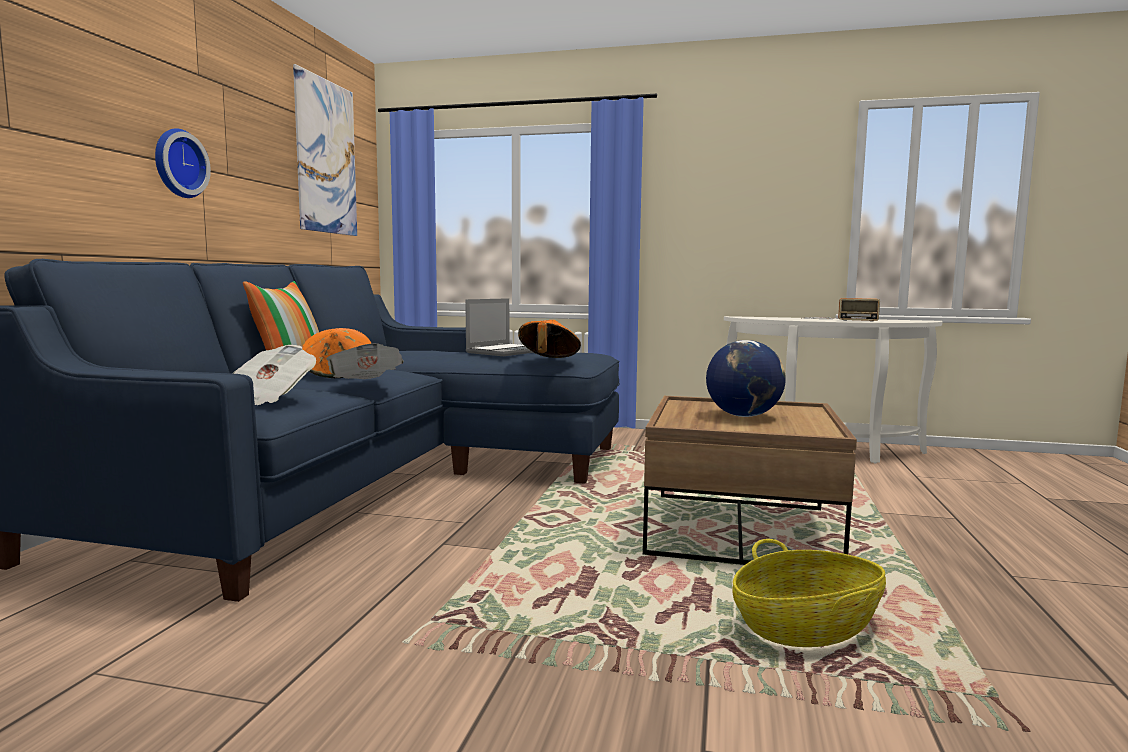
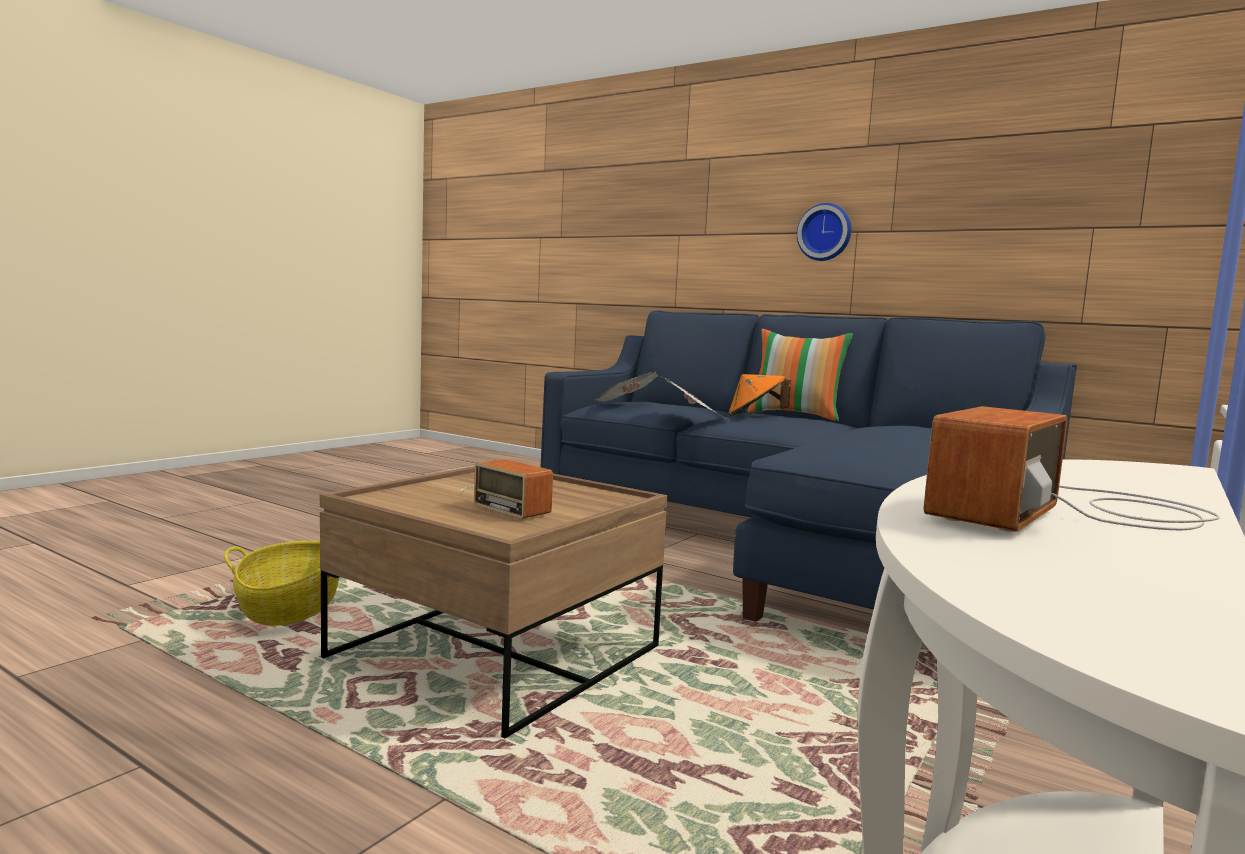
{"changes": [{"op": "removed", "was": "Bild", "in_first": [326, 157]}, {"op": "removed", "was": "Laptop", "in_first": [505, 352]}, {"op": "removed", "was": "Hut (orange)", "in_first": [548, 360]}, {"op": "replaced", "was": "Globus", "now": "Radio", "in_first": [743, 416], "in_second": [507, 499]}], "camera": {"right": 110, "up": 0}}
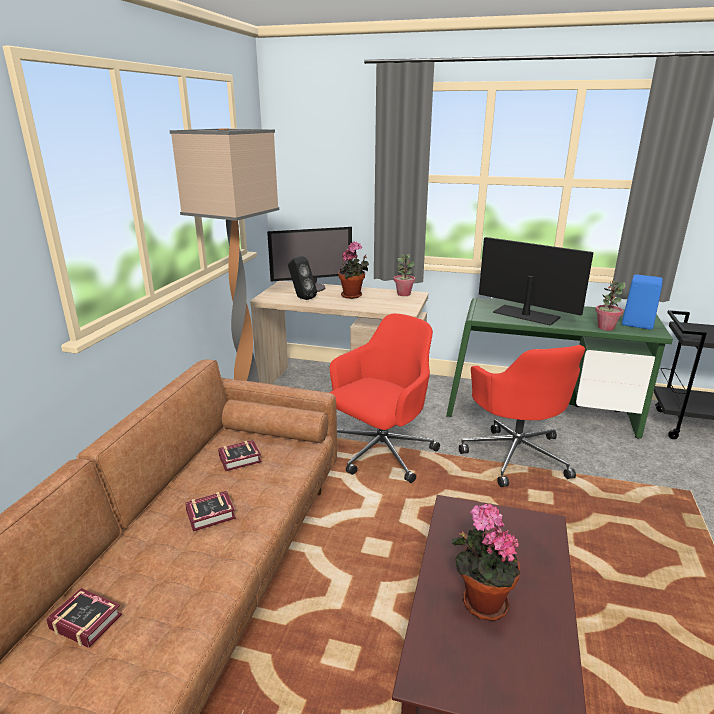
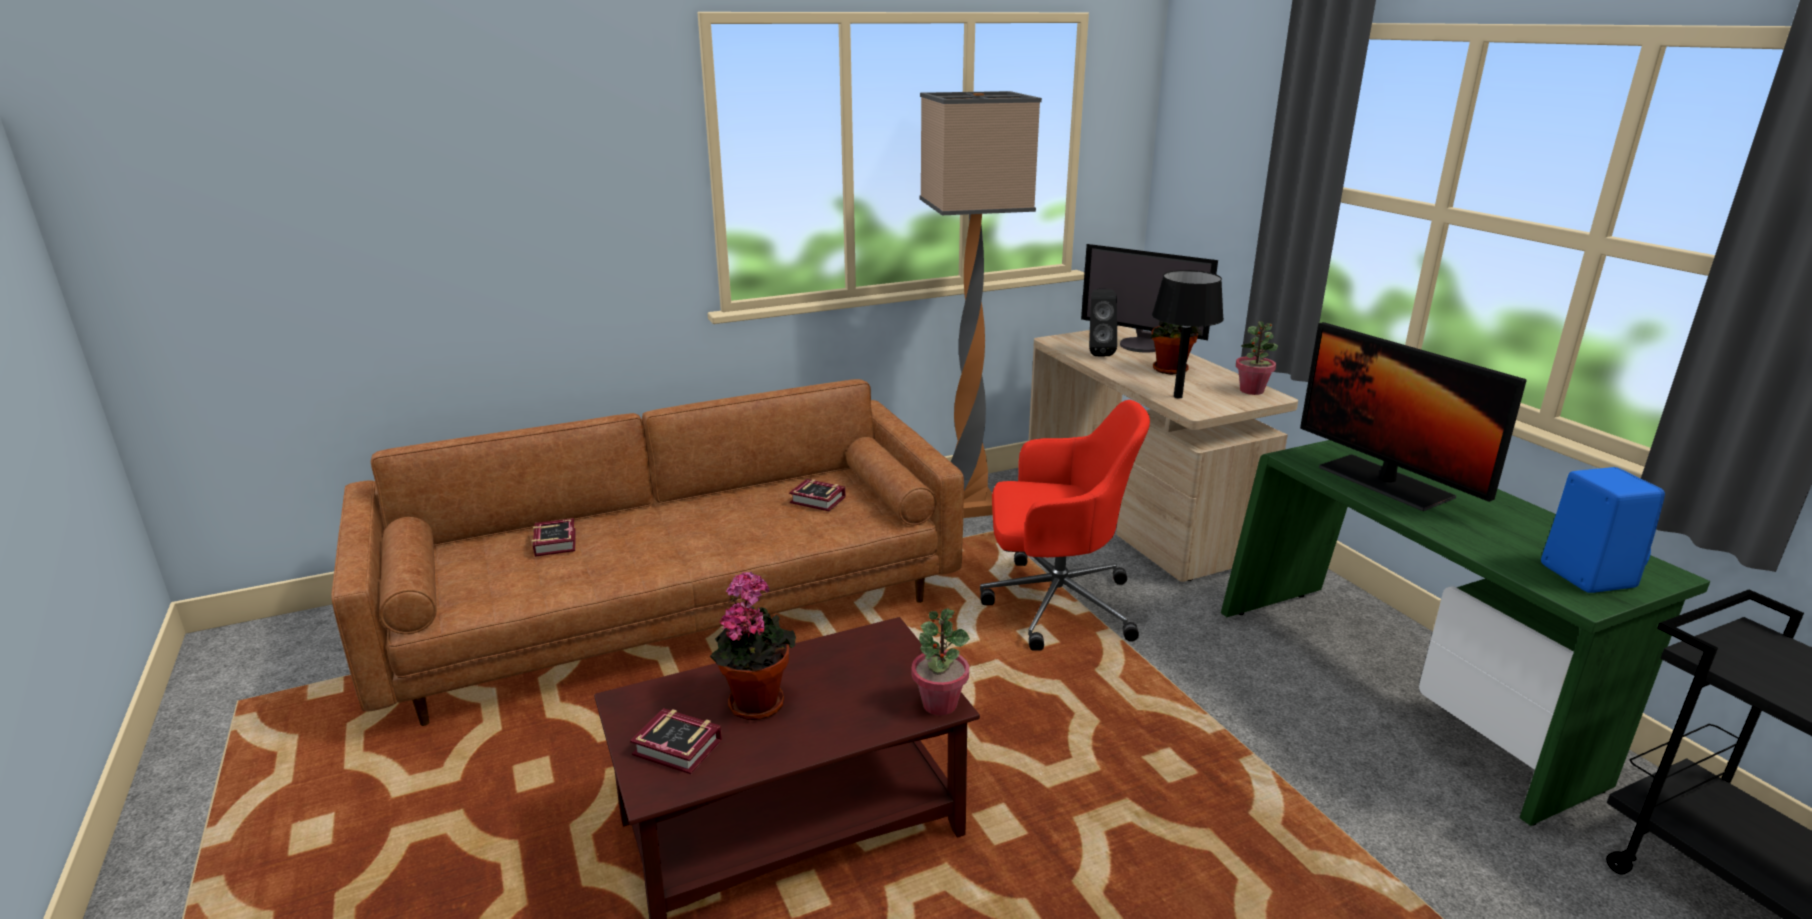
{"changes": [{"op": "moved", "was": "Buch", "in_first": [213, 515], "in_second": [679, 750]}, {"op": "removed", "was": "Bürostuhl (rot)", "in_first": [515, 455]}, {"op": "turned", "was": "Monitor", "in_first": [526, 315], "in_second": [1384, 482], "clockwise": 150}, {"op": "moved", "was": "Topfpflanze", "in_first": [605, 327], "in_second": [939, 704]}, {"op": "added", "now": "Tischlampe (schwarz)", "in_second": [1178, 397]}], "camera": {"right": 50, "up": 0}}
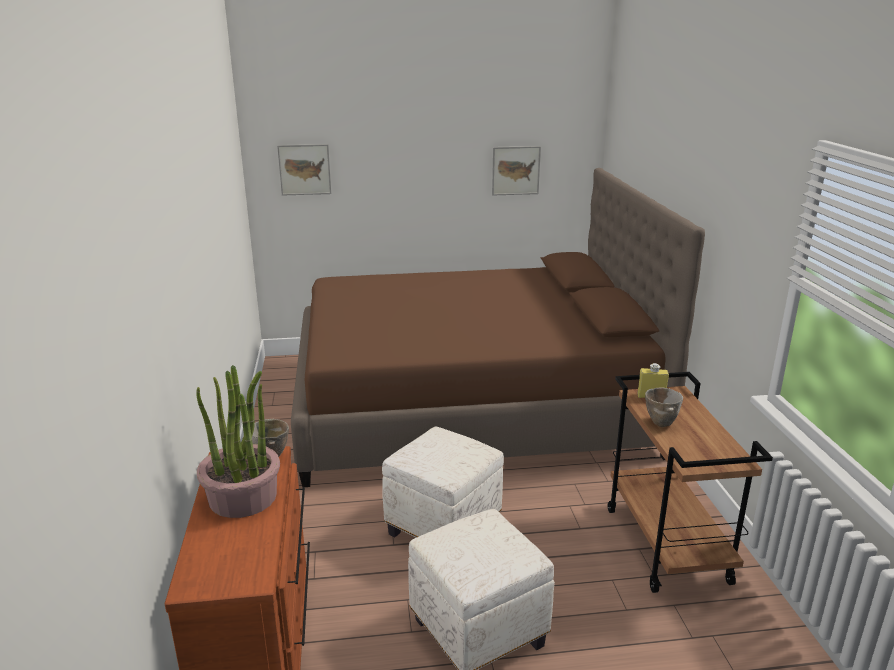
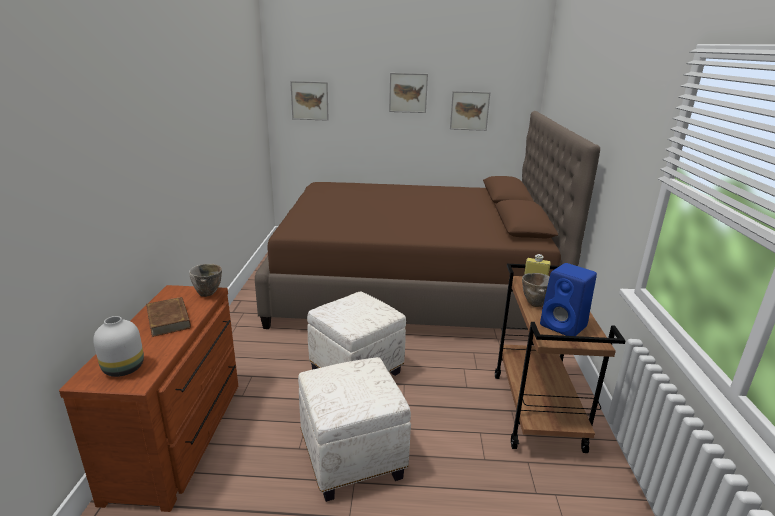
{"changes": [{"op": "replaced", "was": "Topfpflanze", "now": "Buch (braun)", "in_first": [243, 497], "in_second": [169, 319]}, {"op": "added", "now": "Vase (weiß)", "in_second": [122, 369]}, {"op": "added", "now": "Bild", "in_second": [408, 93]}, {"op": "added", "now": "Lautsprecher (blau)", "in_second": [564, 326]}], "camera": {"right": 10, "up": 0}}
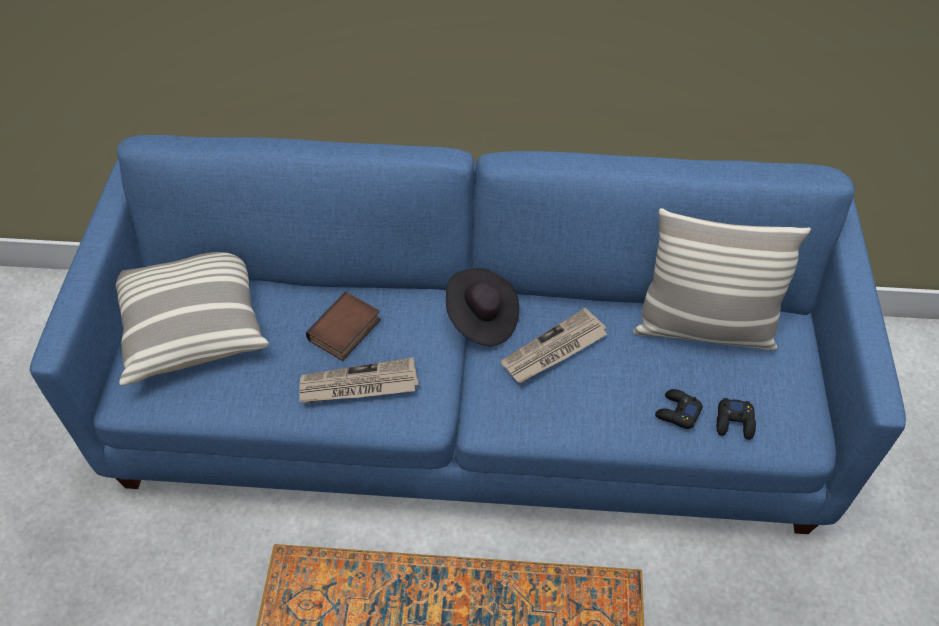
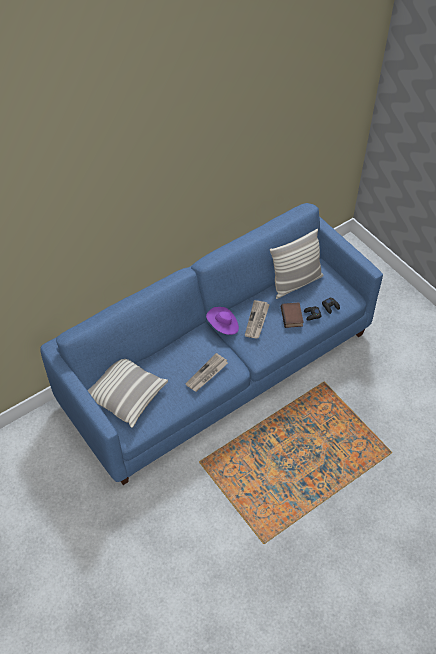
{"changes": [{"op": "moved", "was": "Buch", "in_first": [345, 331], "in_second": [292, 317]}, {"op": "recoloured", "was": "Hut (schwarz)", "now": "Hut (lila)", "in_first": [481, 318], "in_second": [223, 326]}], "camera": {"right": -40, "up": 0}}
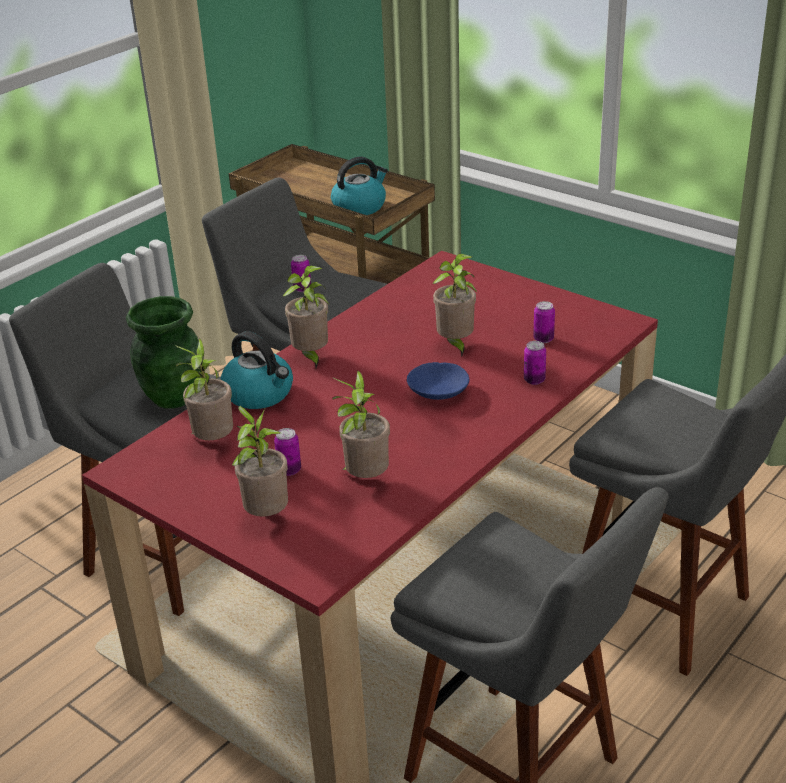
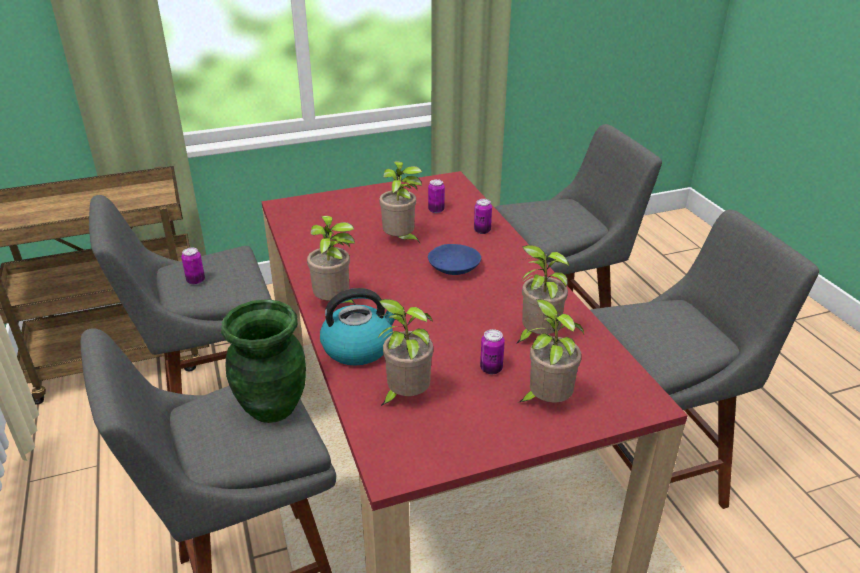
{"changes": [{"op": "removed", "was": "Wasserkessel", "in_first": [360, 206]}], "camera": {"right": -60, "up": 0}}
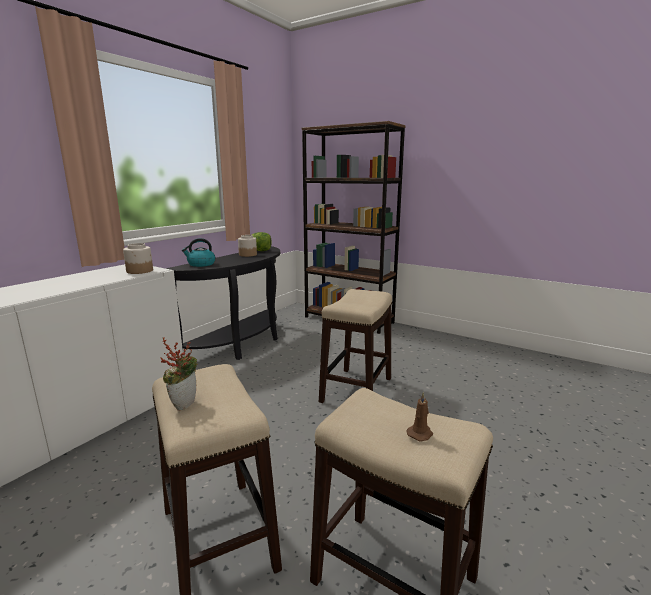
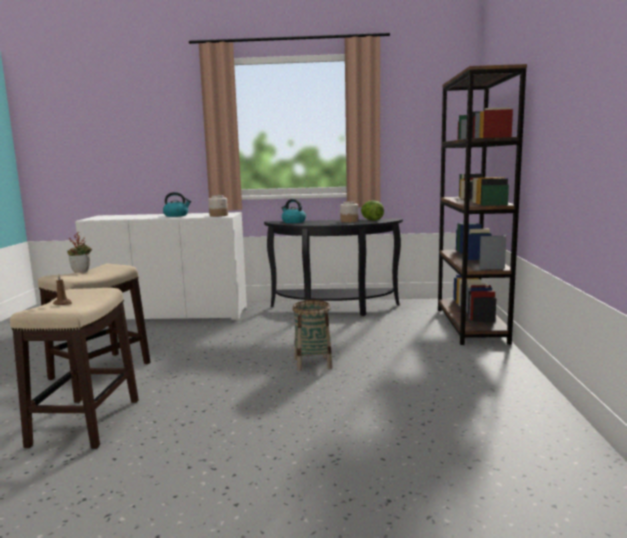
{"changes": [{"op": "replaced", "was": "Hocker", "now": "Korb", "in_first": [357, 389], "in_second": [313, 363]}, {"op": "added", "now": "Wasserkessel", "in_second": [176, 215]}], "camera": {"right": 60, "up": -5}}
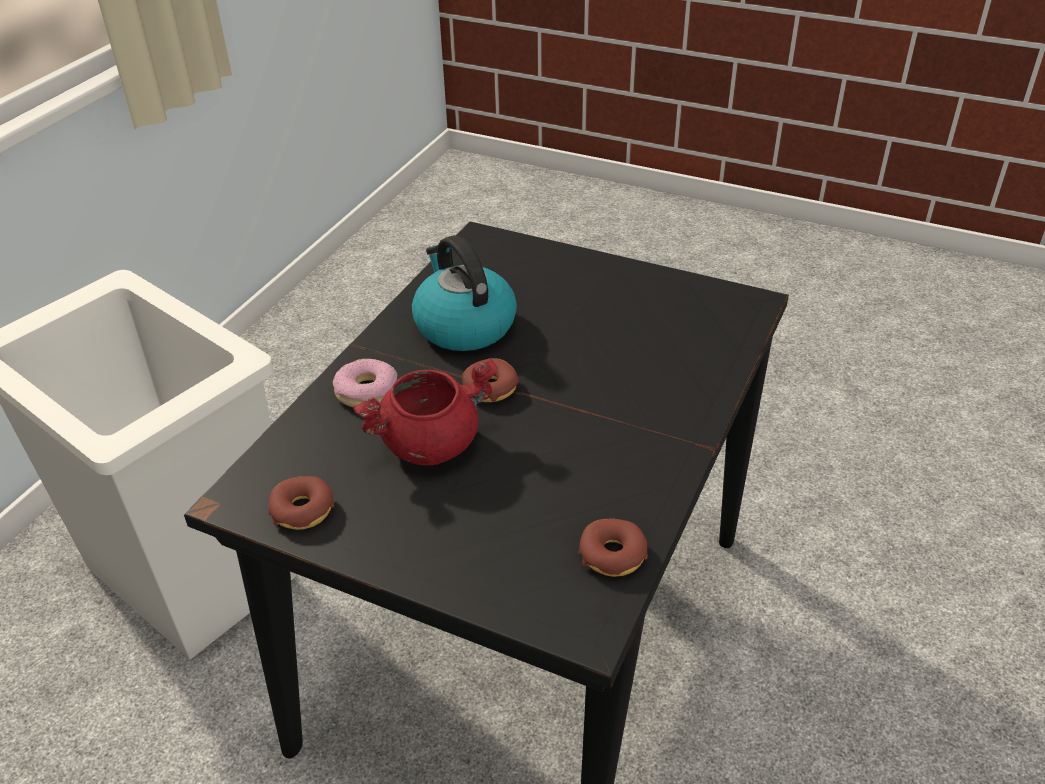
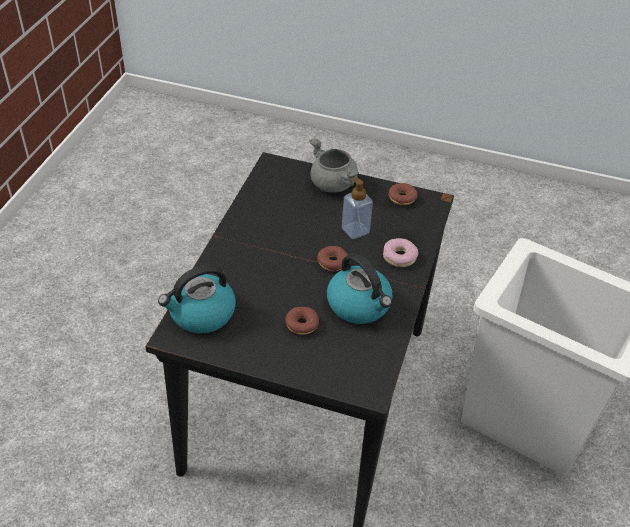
{"changes": [{"op": "replaced", "was": "Kochtopf (rot)", "now": "Seifenspender", "in_first": [430, 443], "in_second": [355, 230]}, {"op": "moved", "was": "Donut", "in_first": [613, 555], "in_second": [302, 324]}, {"op": "added", "now": "Wasserkessel", "in_second": [201, 314]}, {"op": "added", "now": "Kochtopf (grau)", "in_second": [333, 184]}], "camera": {"right": 170, "up": 5}}
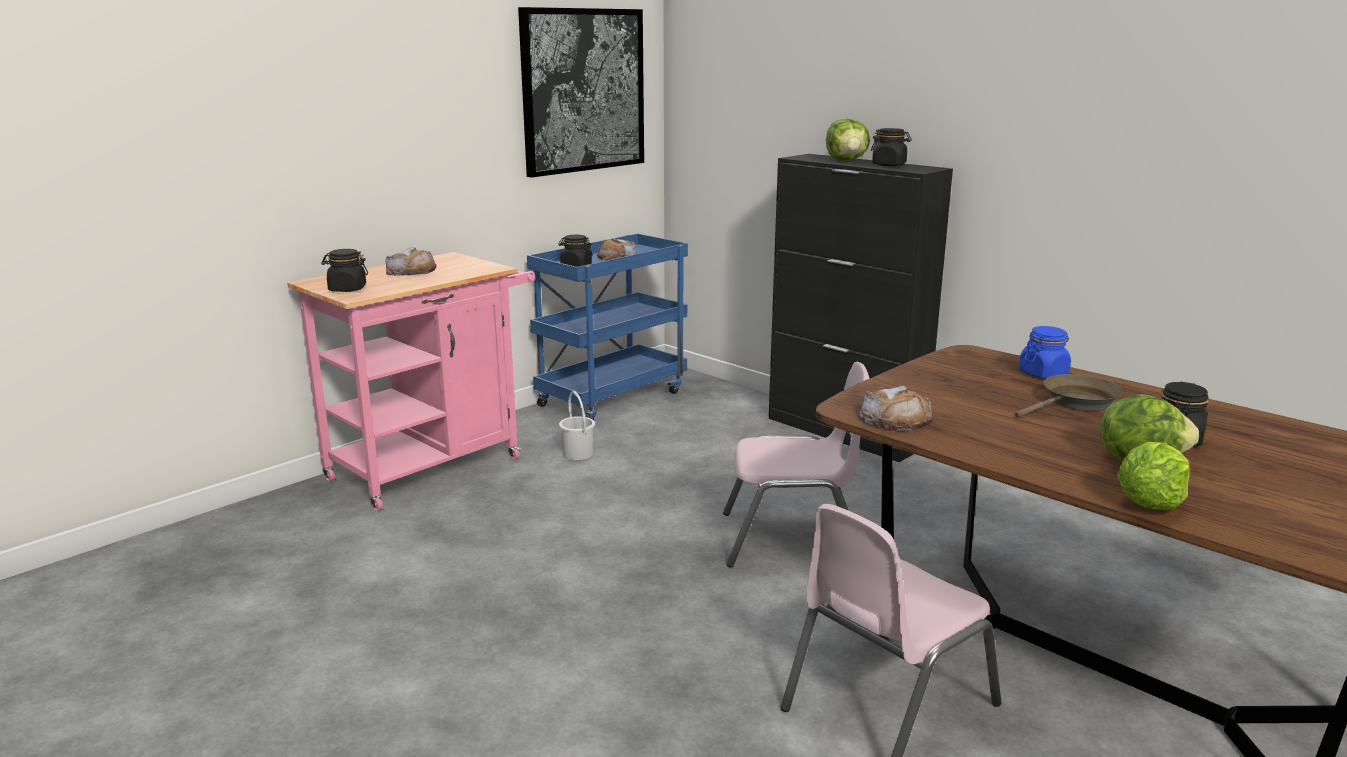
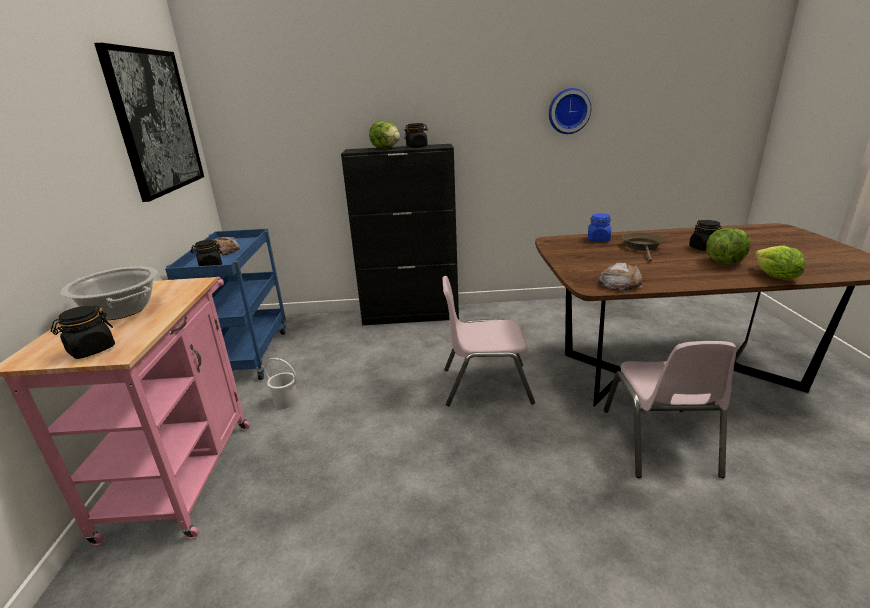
{"changes": [{"op": "replaced", "was": "Brot", "now": "Kochtopf", "in_first": [411, 271], "in_second": [121, 310]}, {"op": "turned", "was": "Stuhl (rosa)", "in_first": [792, 540], "in_second": [486, 385], "clockwise": -135}, {"op": "added", "now": "Wanduhr", "in_second": [568, 111]}], "camera": {"right": -45, "up": 5}}
